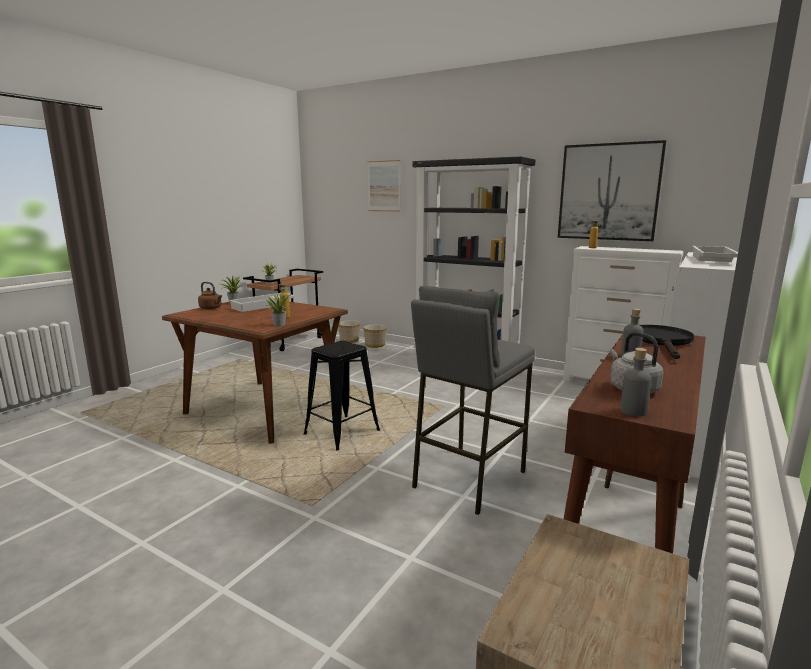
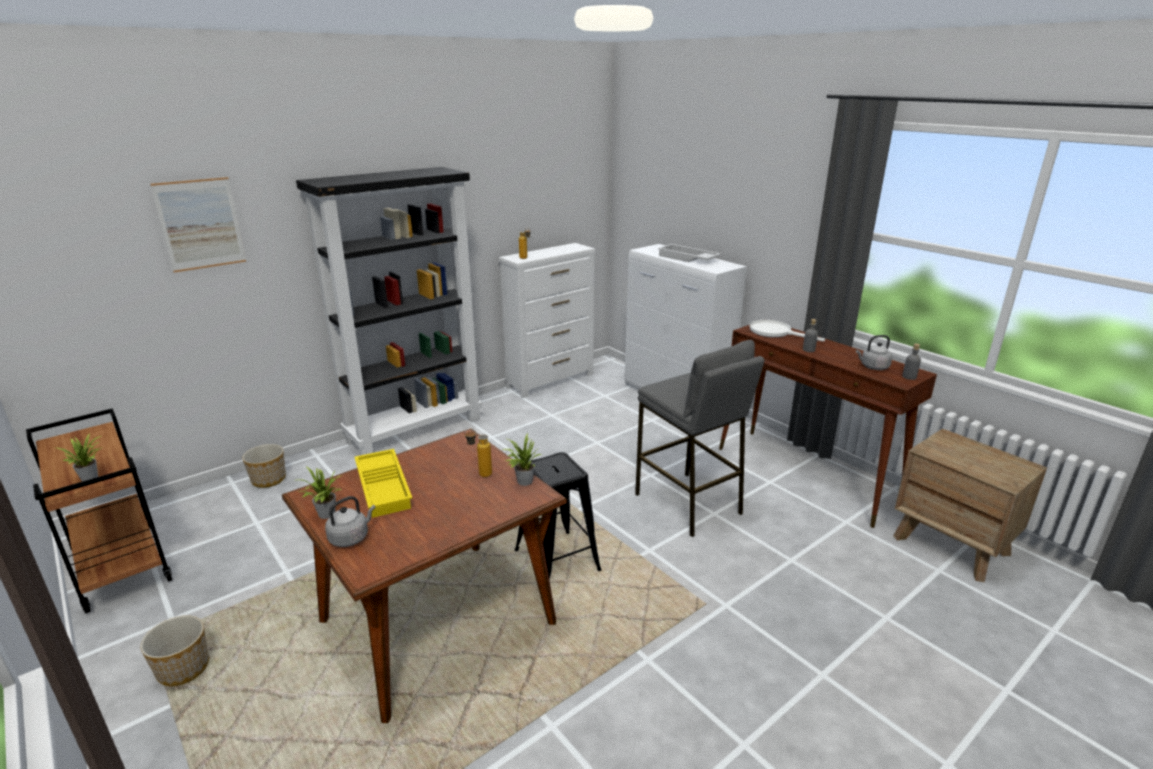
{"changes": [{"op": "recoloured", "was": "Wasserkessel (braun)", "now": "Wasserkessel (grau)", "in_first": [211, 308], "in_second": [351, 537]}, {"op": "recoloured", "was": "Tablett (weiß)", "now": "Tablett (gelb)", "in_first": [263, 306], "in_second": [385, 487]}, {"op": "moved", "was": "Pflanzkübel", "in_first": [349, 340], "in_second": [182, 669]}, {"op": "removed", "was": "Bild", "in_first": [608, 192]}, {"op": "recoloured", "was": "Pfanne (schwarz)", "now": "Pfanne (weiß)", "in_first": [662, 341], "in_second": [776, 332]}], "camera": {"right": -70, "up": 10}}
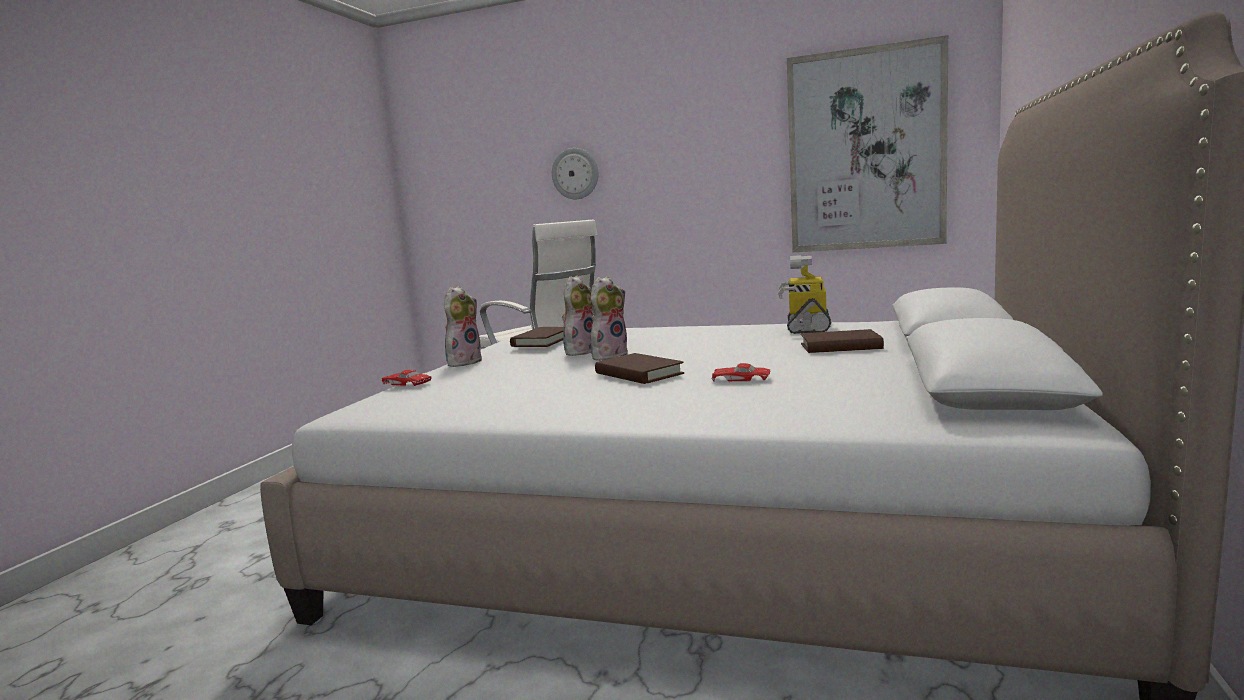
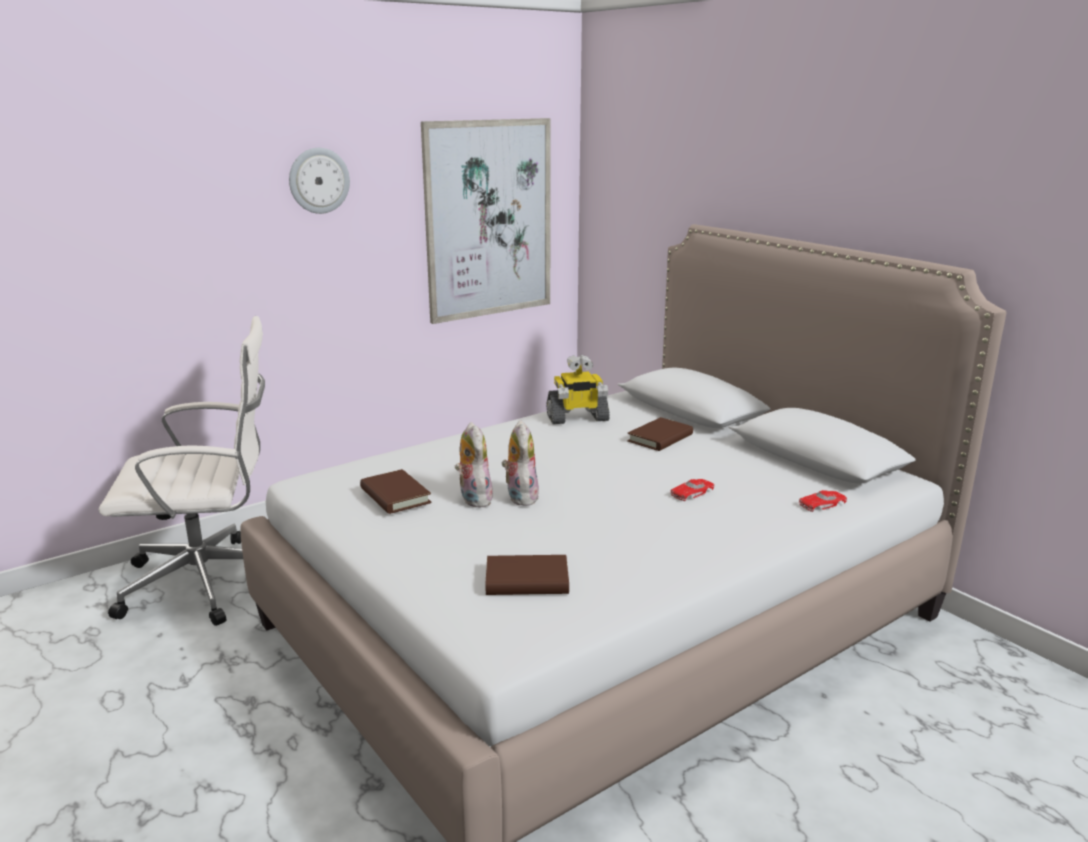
{"changes": [{"op": "moved", "was": "Spielzeugauto (rot)", "in_first": [407, 384], "in_second": [822, 504]}, {"op": "removed", "was": "Plüschtier", "in_first": [464, 362]}, {"op": "moved", "was": "Wanduhr", "in_first": [575, 173], "in_second": [319, 180]}, {"op": "moved", "was": "Buch (braun)", "in_first": [638, 374], "in_second": [527, 580]}, {"op": "turned", "was": "Spielzeugroboter", "in_first": [806, 327], "in_second": [577, 418], "clockwise": -60}], "camera": {"right": -55, "up": 10}}
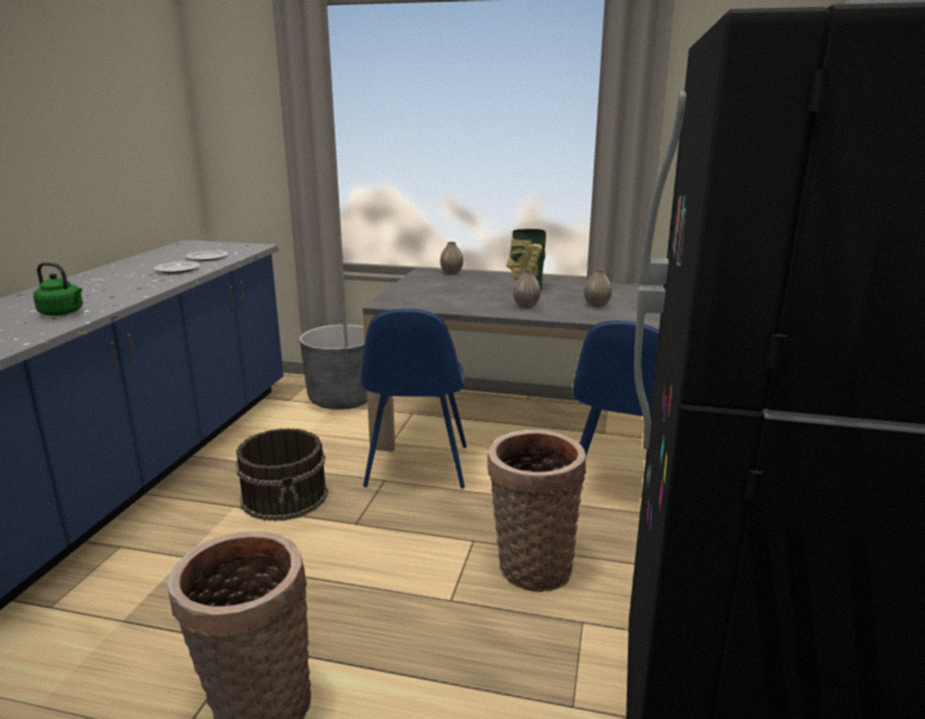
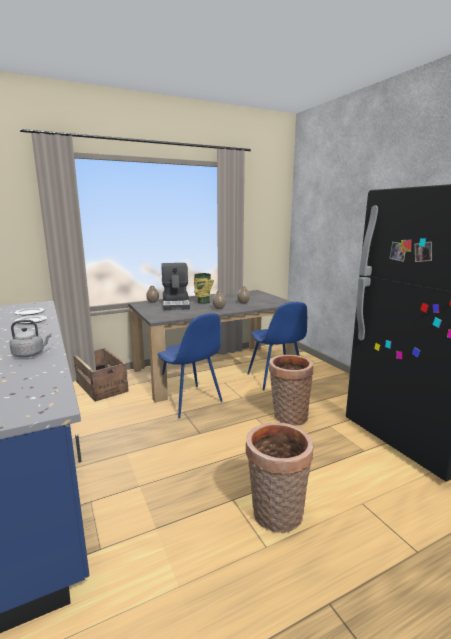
{"changes": [{"op": "recoloured", "was": "Wasserkessel (grün)", "now": "Wasserkessel (grau)", "in_first": [63, 313], "in_second": [30, 354]}, {"op": "removed", "was": "Eimer (braun)", "in_first": [285, 496]}, {"op": "replaced", "was": "Pflanzkübel (grau)", "now": "Kiste", "in_first": [342, 399], "in_second": [101, 386]}, {"op": "added", "now": "Kaffeemaschine", "in_second": [176, 304]}], "camera": {"right": -40, "up": -5}}
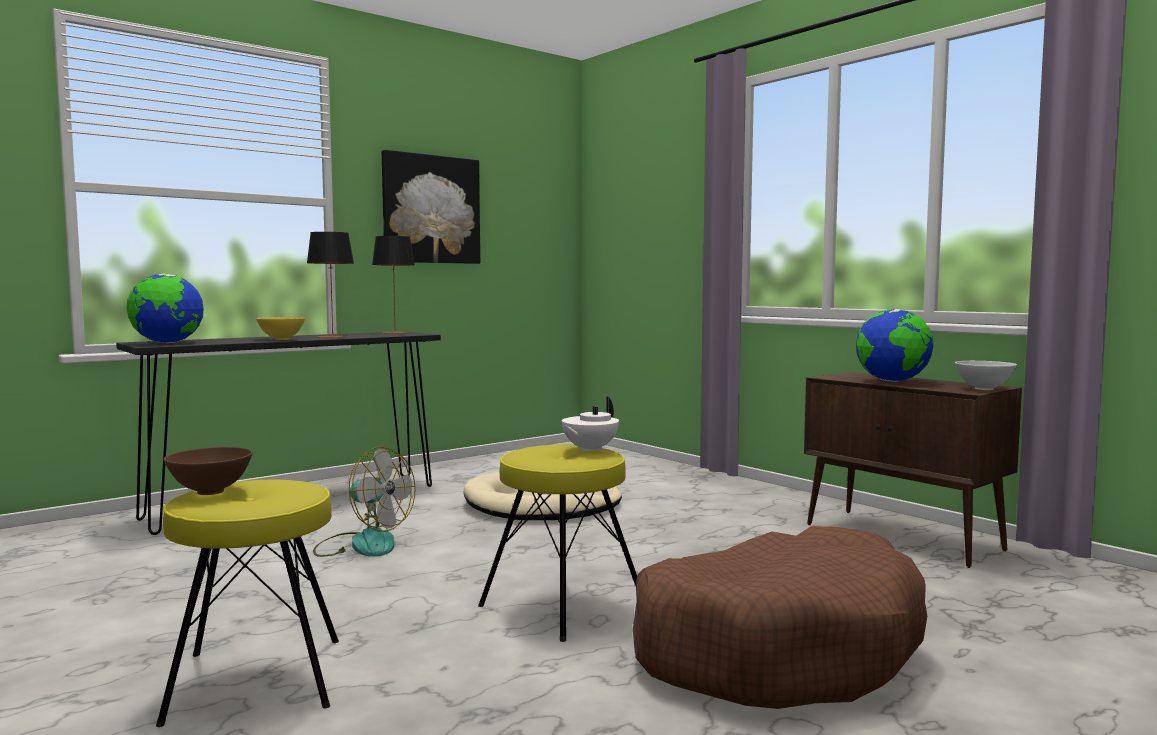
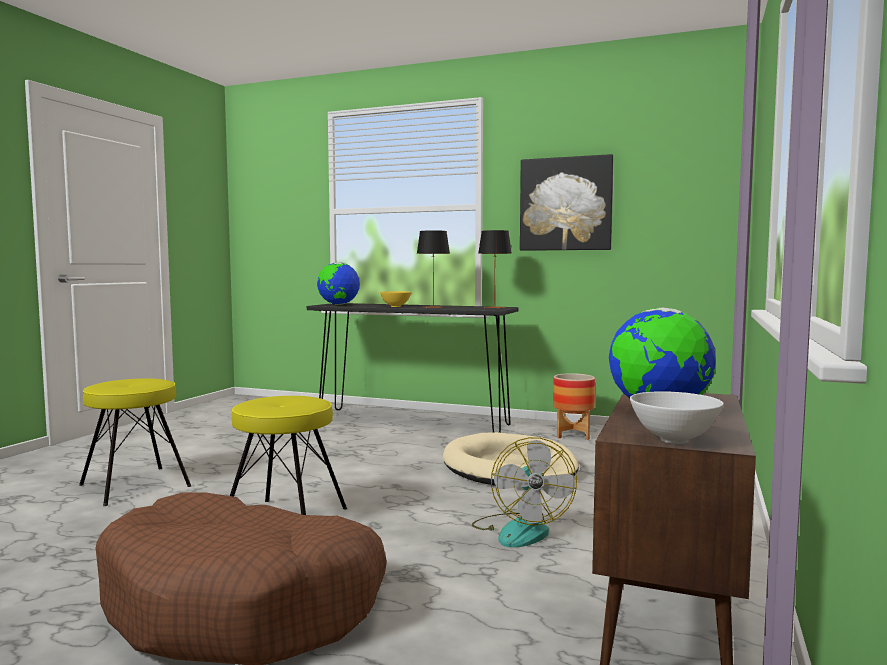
{"changes": [{"op": "removed", "was": "Schüssel (braun)", "in_first": [210, 492]}, {"op": "moved", "was": "Ventilator", "in_first": [362, 544], "in_second": [520, 530]}, {"op": "removed", "was": "Teekanne (weiß)", "in_first": [589, 450]}, {"op": "added", "now": "Pflanzkübel", "in_second": [573, 435]}], "camera": {"right": 60, "up": 0}}
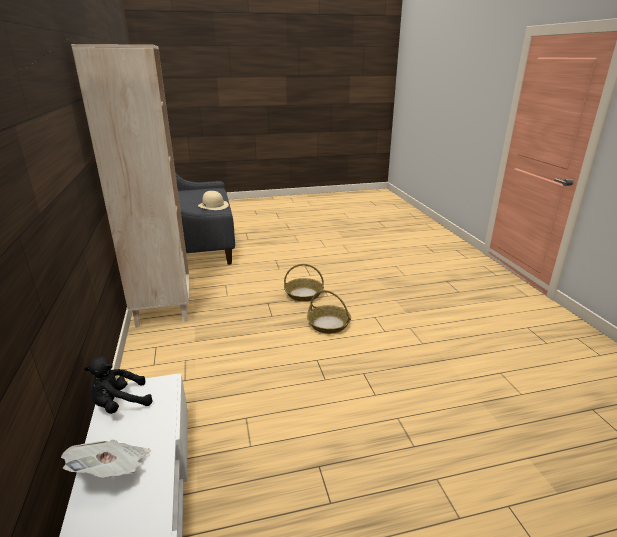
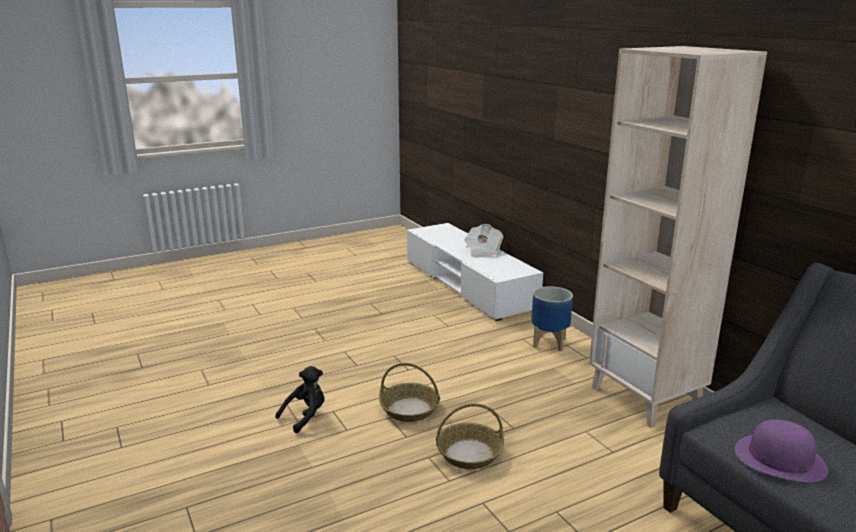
{"changes": [{"op": "moved", "was": "Plüschtier (schwarz)", "in_first": [120, 404], "in_second": [305, 416]}, {"op": "recoloured", "was": "Hut (beige)", "now": "Hut (lila)", "in_first": [213, 205], "in_second": [779, 458]}, {"op": "added", "now": "Pflanzkübel", "in_second": [550, 343]}], "camera": {"right": 165, "up": -5}}
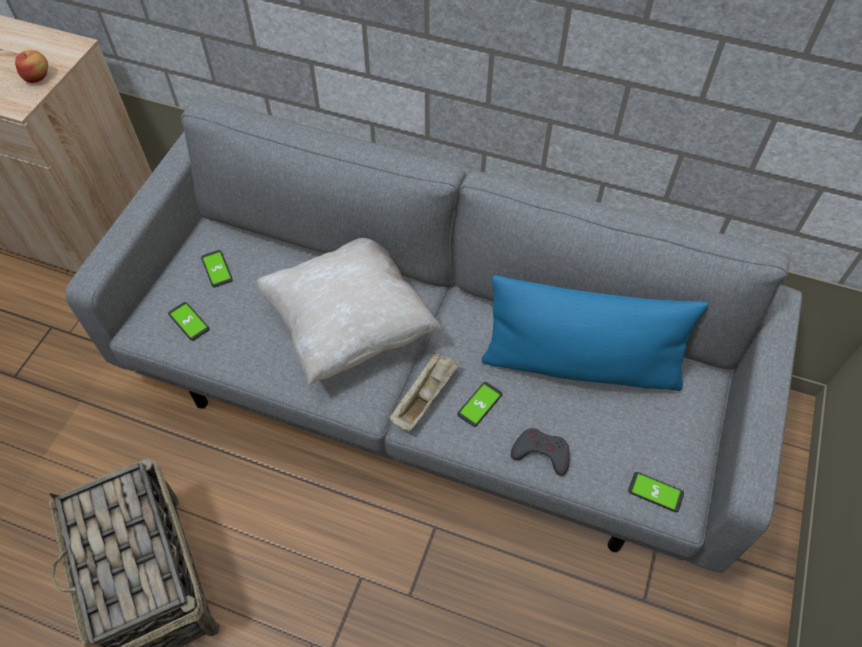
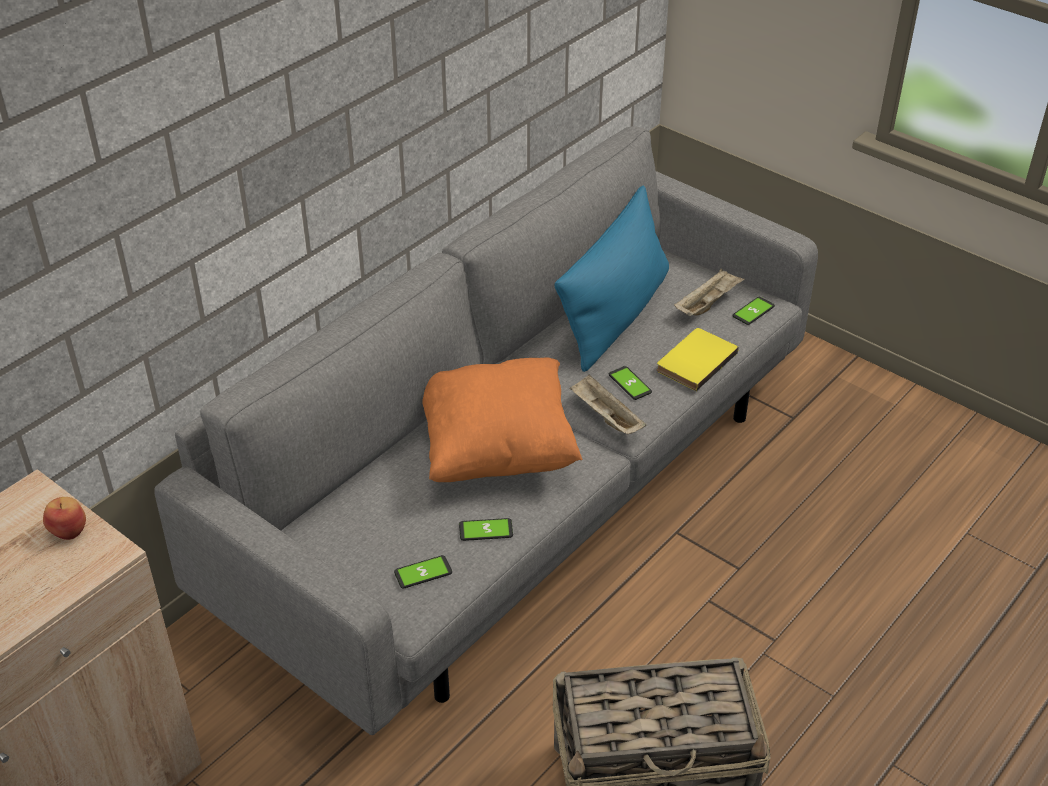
{"changes": [{"op": "moved", "was": "Handy", "in_first": [217, 269], "in_second": [486, 530]}, {"op": "recoloured", "was": "Kissen (beige)", "now": "Kissen (orange)", "in_first": [349, 326], "in_second": [497, 449]}, {"op": "replaced", "was": "Gamepad (grau)", "now": "Buch (gelb)", "in_first": [541, 453], "in_second": [694, 361]}, {"op": "added", "now": "Tablett (beige)", "in_second": [707, 304]}], "camera": {"right": -70, "up": -15}}
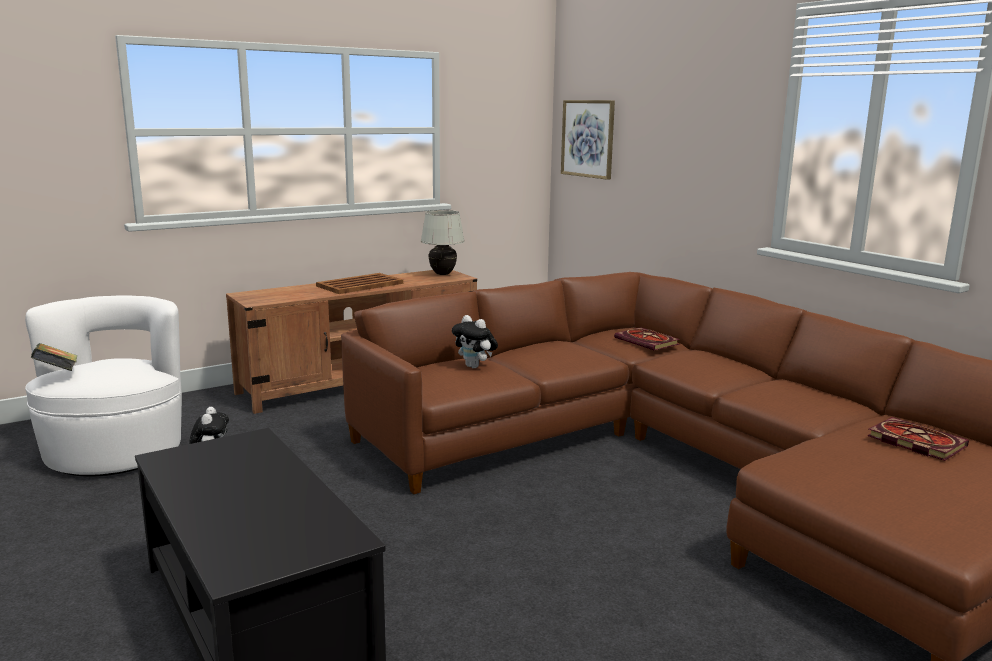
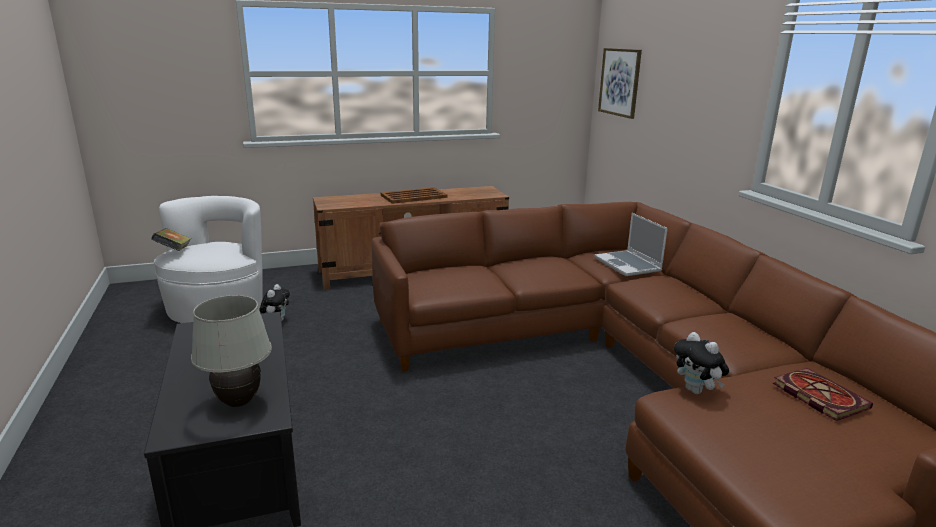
{"changes": [{"op": "moved", "was": "Tischlampe (weiß)", "in_first": [442, 274], "in_second": [239, 401]}, {"op": "moved", "was": "Plüschtier", "in_first": [475, 367], "in_second": [696, 391]}, {"op": "replaced", "was": "Buch", "now": "Laptop", "in_first": [648, 342], "in_second": [628, 265]}], "camera": {"right": 15, "up": 5}}
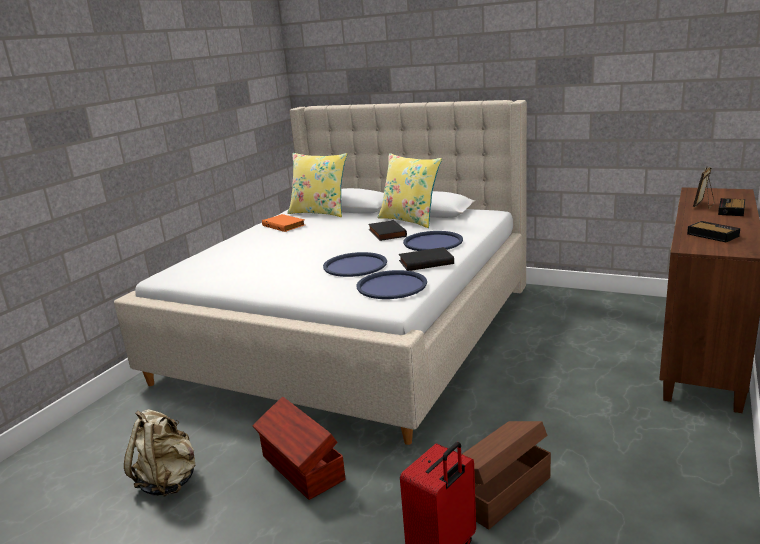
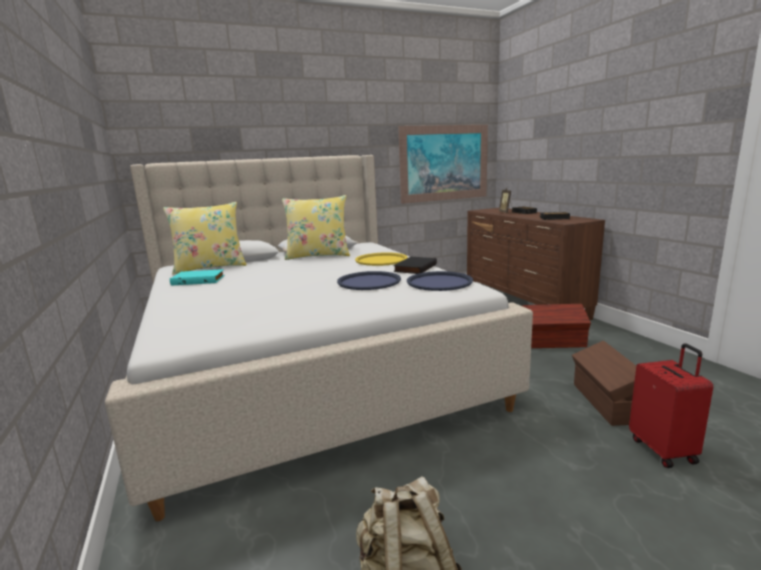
{"changes": [{"op": "moved", "was": "Aufbewahrungsbox (braun)", "in_first": [302, 468], "in_second": [552, 342]}, {"op": "recoloured", "was": "Buch (orange)", "now": "Buch (türkis)", "in_first": [284, 225], "in_second": [199, 280]}, {"op": "removed", "was": "Buch (schwarz)", "in_first": [386, 233]}, {"op": "recoloured", "was": "Tablett (blau)", "now": "Tablett (gelb)", "in_first": [433, 242], "in_second": [381, 260]}, {"op": "added", "now": "Bild", "in_second": [444, 163]}], "camera": {"right": -50, "up": -5}}
